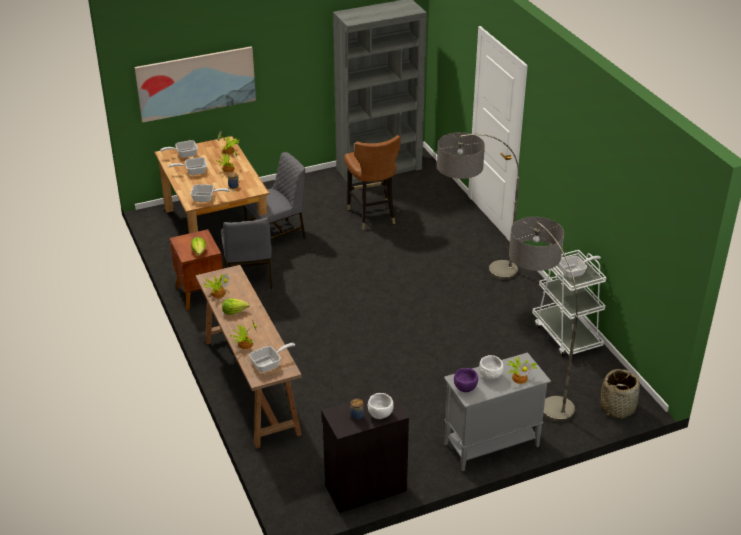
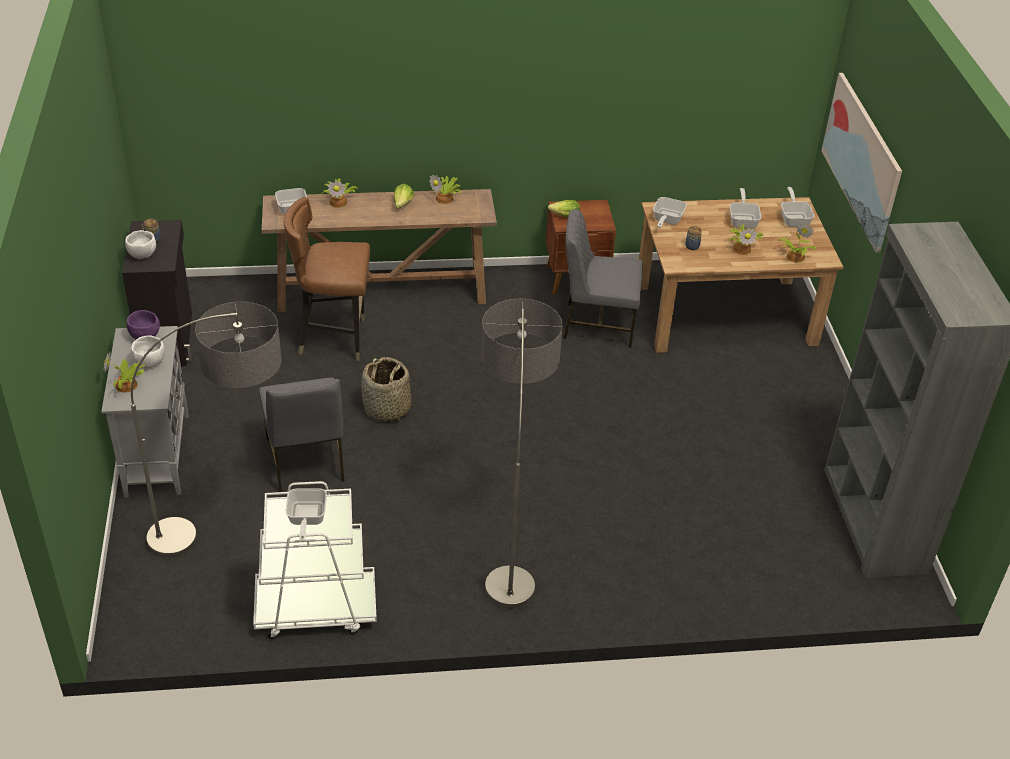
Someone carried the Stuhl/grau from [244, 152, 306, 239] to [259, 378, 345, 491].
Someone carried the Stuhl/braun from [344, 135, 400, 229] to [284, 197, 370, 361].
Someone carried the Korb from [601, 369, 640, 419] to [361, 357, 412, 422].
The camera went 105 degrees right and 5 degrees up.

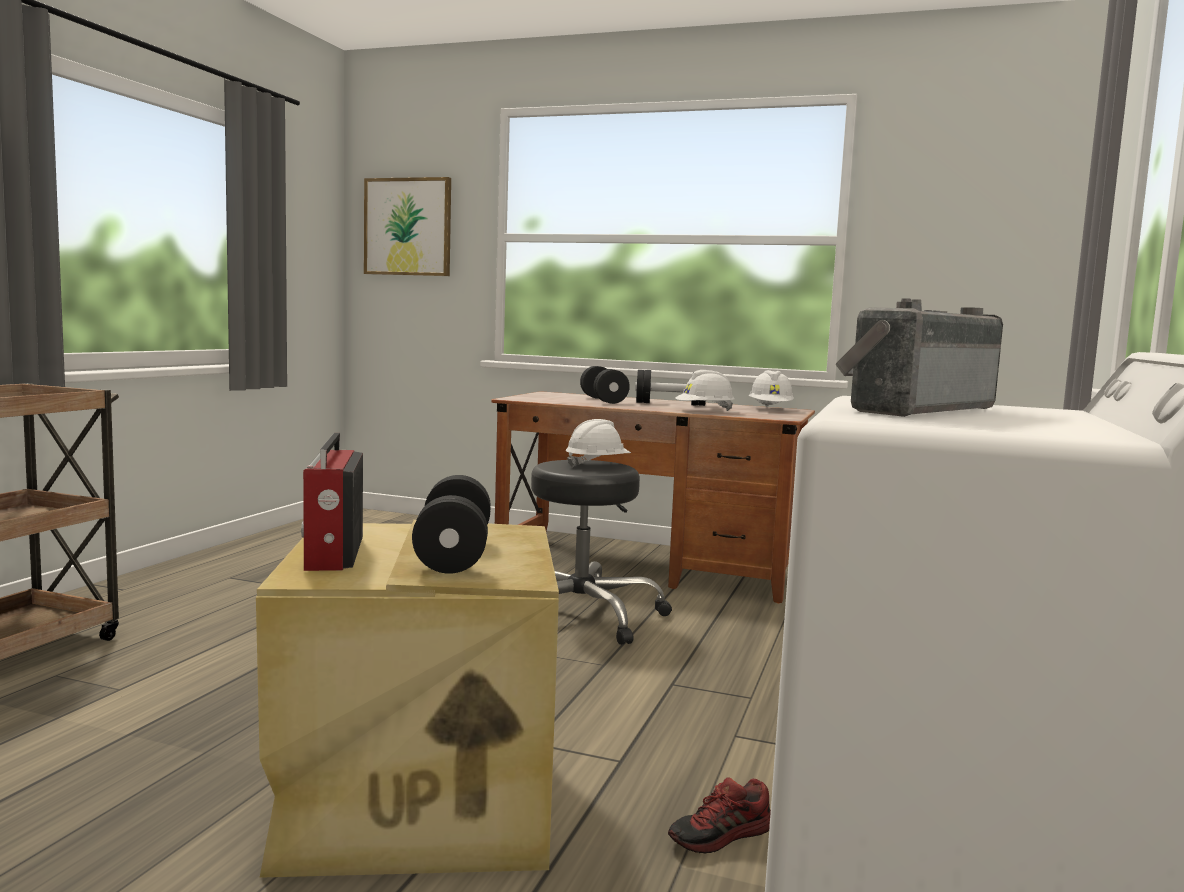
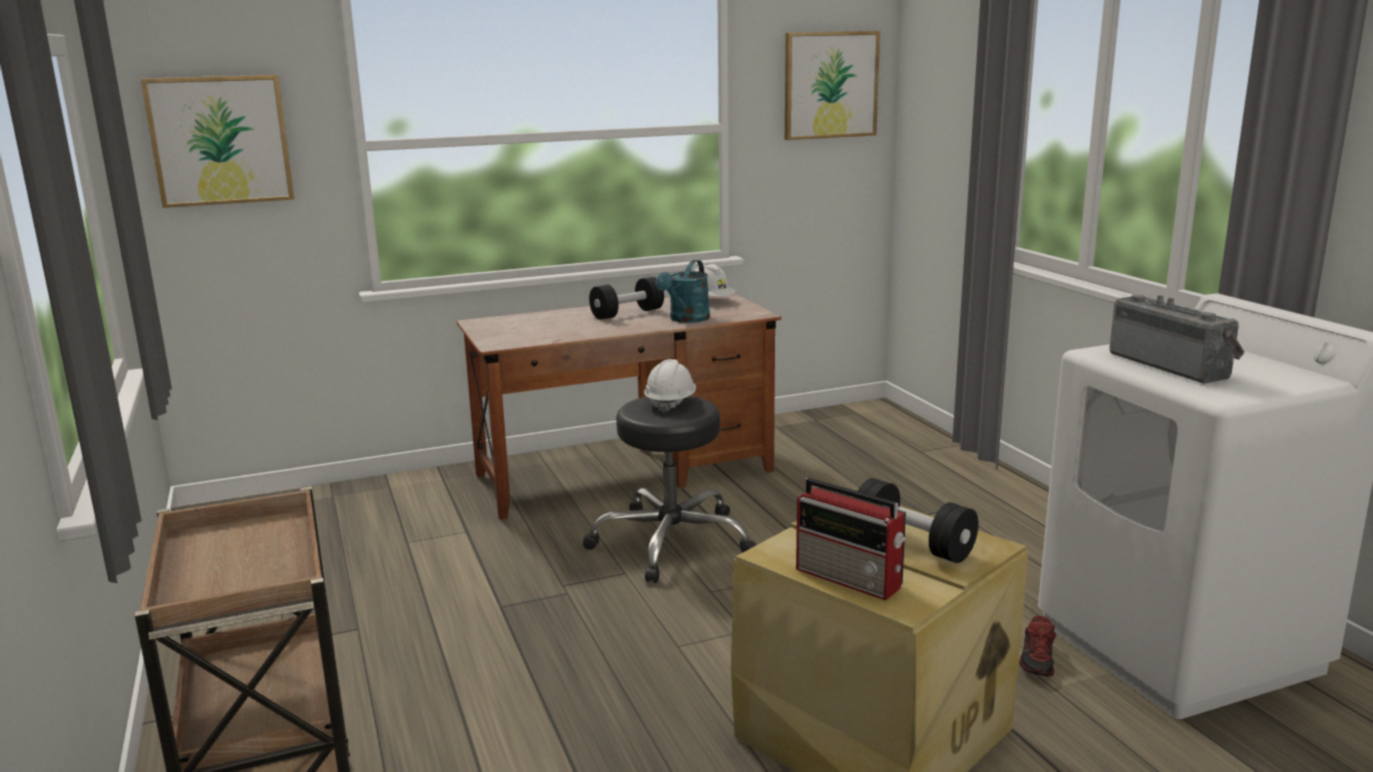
Someone took away the Hantel/schwarz at [580, 366, 630, 404].
Someone swapped the Schutzhelm/weiß at [675, 370, 735, 411] for the Gießkanne/türkis at [655, 260, 710, 323].
Someone rotated the Radio at [836, 298, 1003, 417] by 150 degrees clockwise.
Someone put up the Bild at [785, 31, 880, 140].
The camera went 40 degrees left and 10 degrees up.

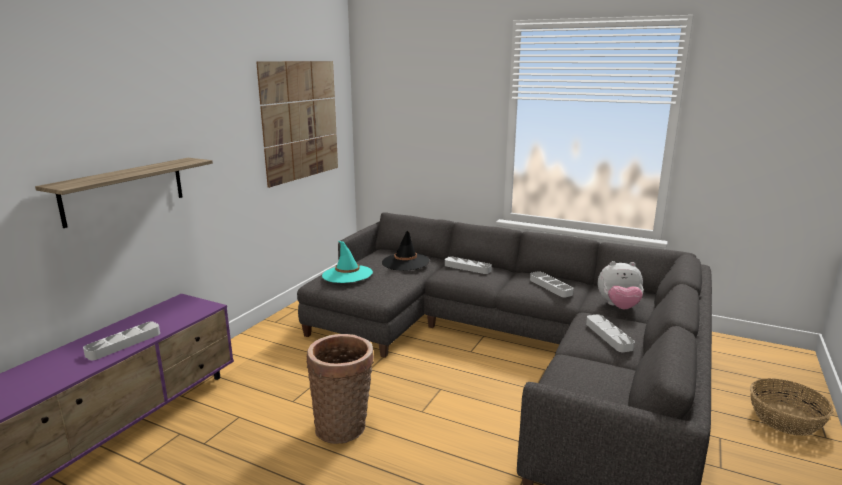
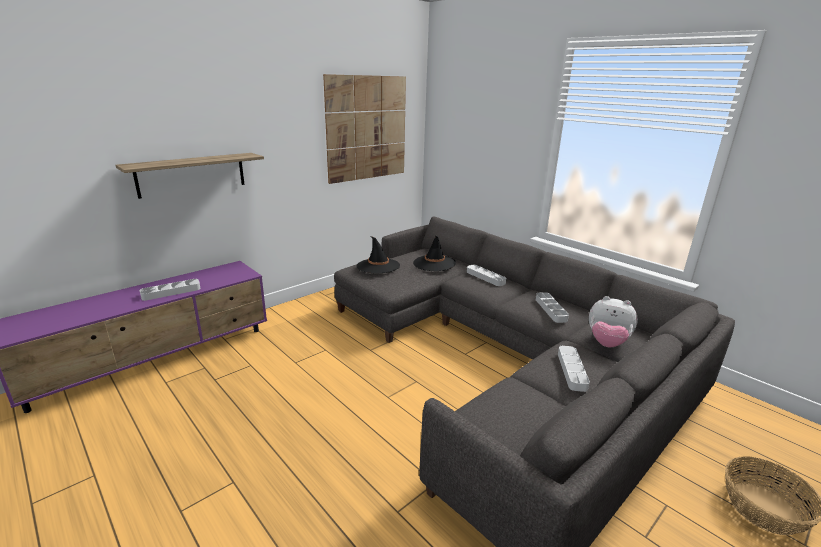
Someone took away the Korb at [307, 334, 374, 444].
Someone repainted the Hut/türkis at [322, 241, 373, 283], which became the Hut/schwarz at [356, 236, 400, 274].
The camera went 20 degrees right and 5 degrees up.

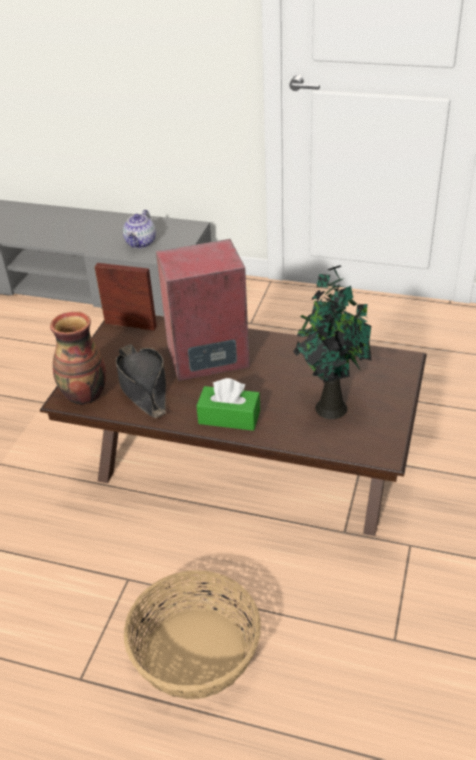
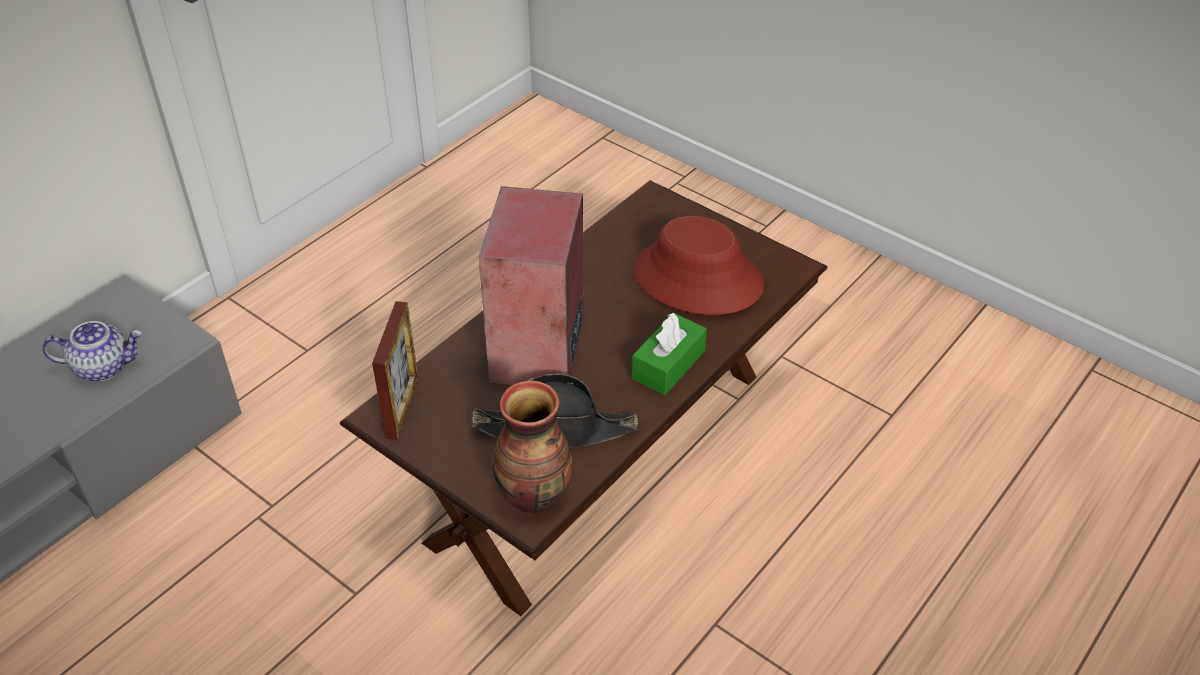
Someone rotated the Bilderrahmen at [95, 263, 157, 330] by 150 degrees clockwise.
Someone rotated the Teekanne at [123, 210, 156, 248] by 45 degrees counterclockwise.
Someone took away the Korb at [124, 570, 261, 700].
Someone swapped the Topfpflanze at [293, 265, 372, 419] for the Hut/rot at [633, 216, 764, 315].
The camera went 70 degrees left and 5 degrees up.

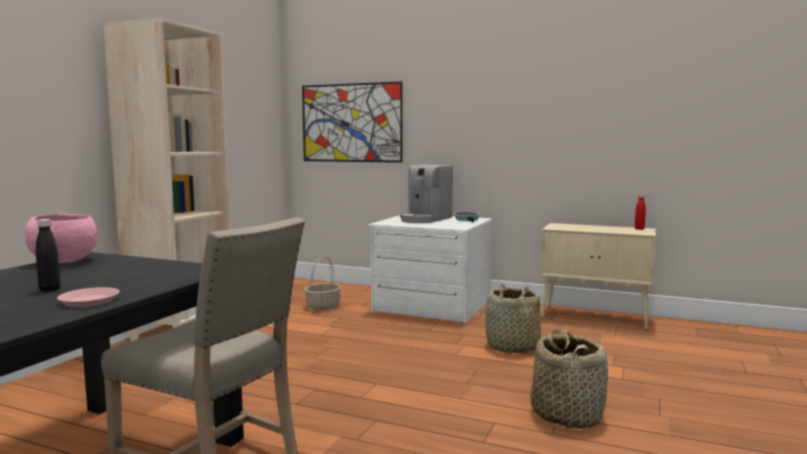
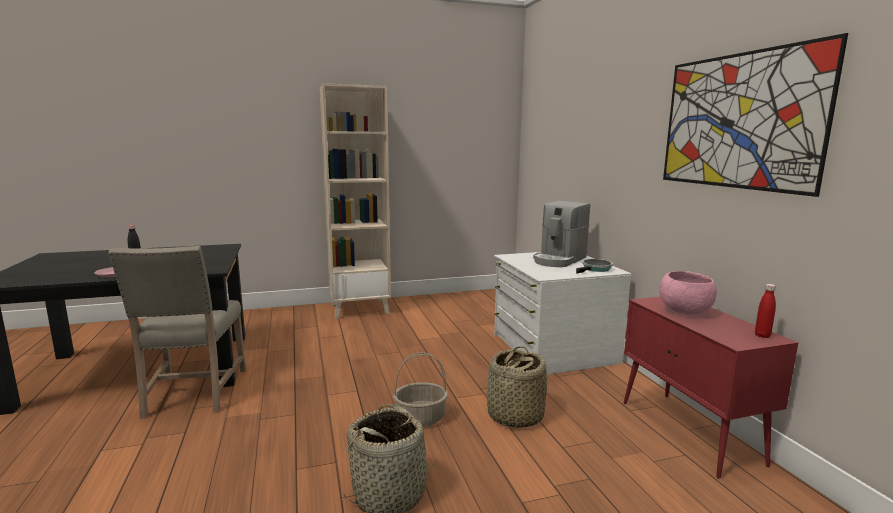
Someone carried the Schüssel/rosa from [25, 214, 97, 263] to [659, 271, 717, 315].
Someone carried the Bild from [302, 81, 403, 163] to [663, 33, 848, 197].
Someone carried the Korb from [305, 256, 341, 310] to [393, 352, 448, 427].
Someone rotated the Kaffeemaschine at [400, 165, 453, 223] by 45 degrees counterclockwise.
Someone repainted the Schrank/beige at [540, 223, 656, 330], which became the Schrank/rot at [624, 297, 798, 479].
The camera went 50 degrees right and 5 degrees up.

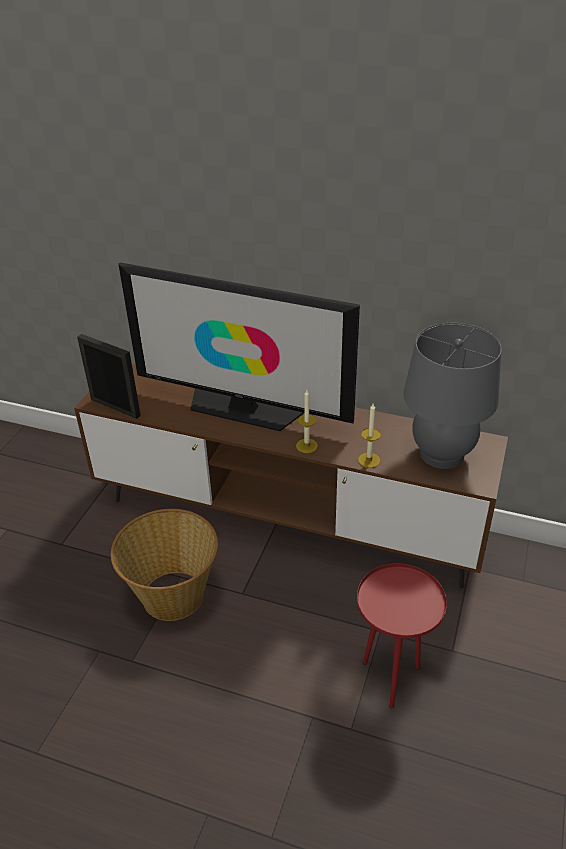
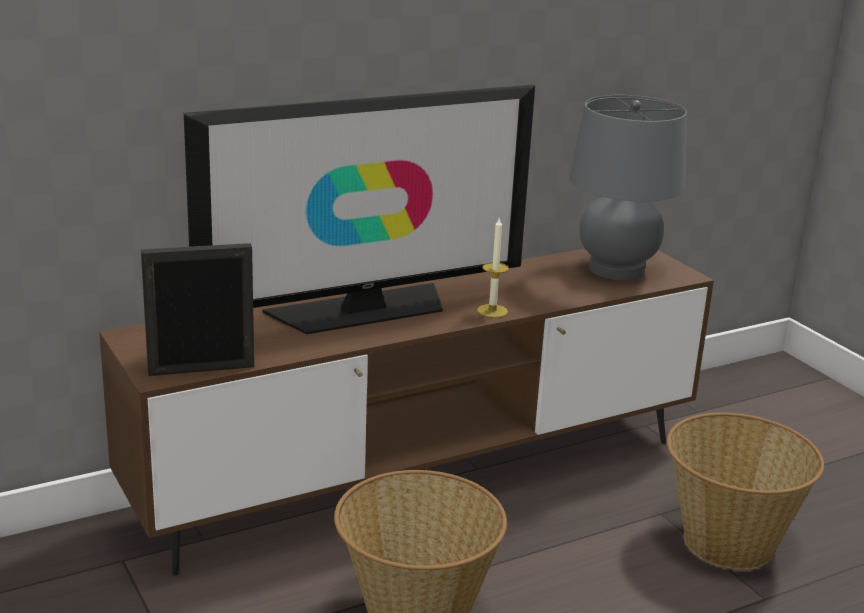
Someone swapped the Beistelltisch/rot at [357, 563, 447, 709] for the Korb at [667, 413, 824, 570].
Someone took away the Kerze at [358, 404, 381, 468].
The camera went 50 degrees left and 15 degrees down.

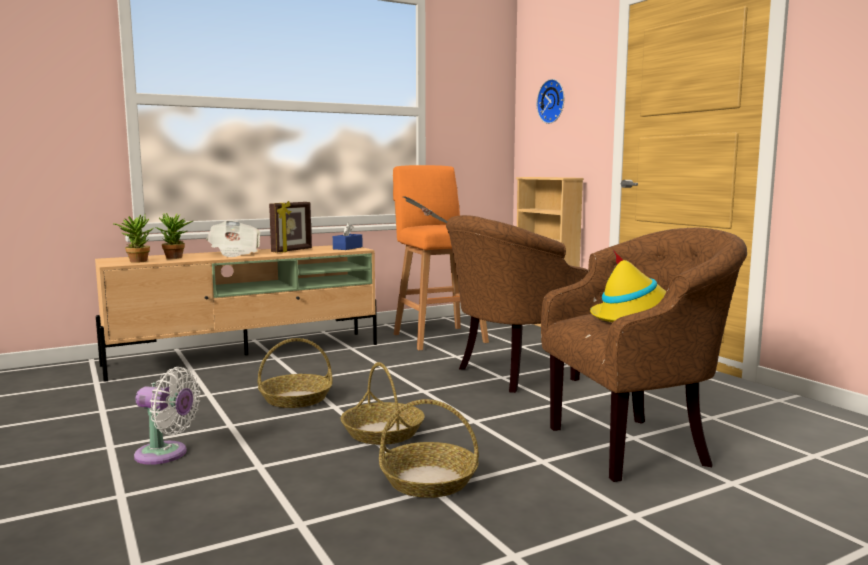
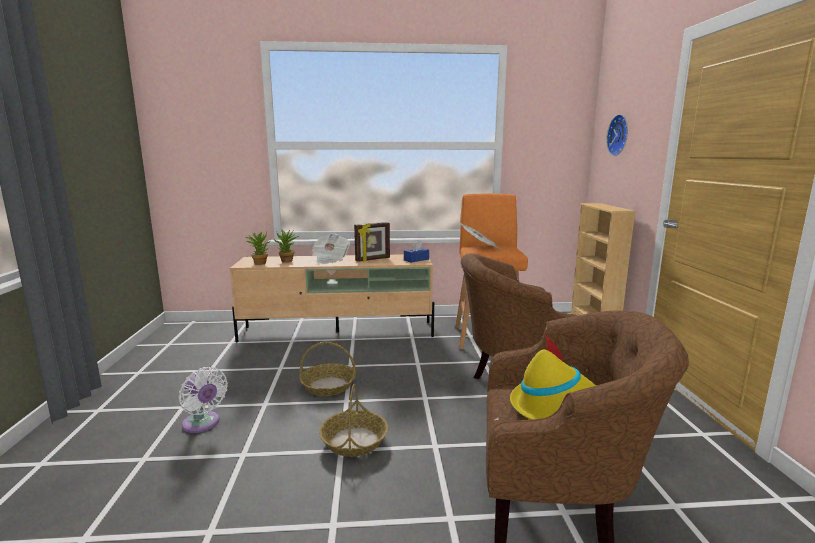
Someone took away the Korb at [379, 399, 479, 498].
The camera went 25 degrees right and 5 degrees up.

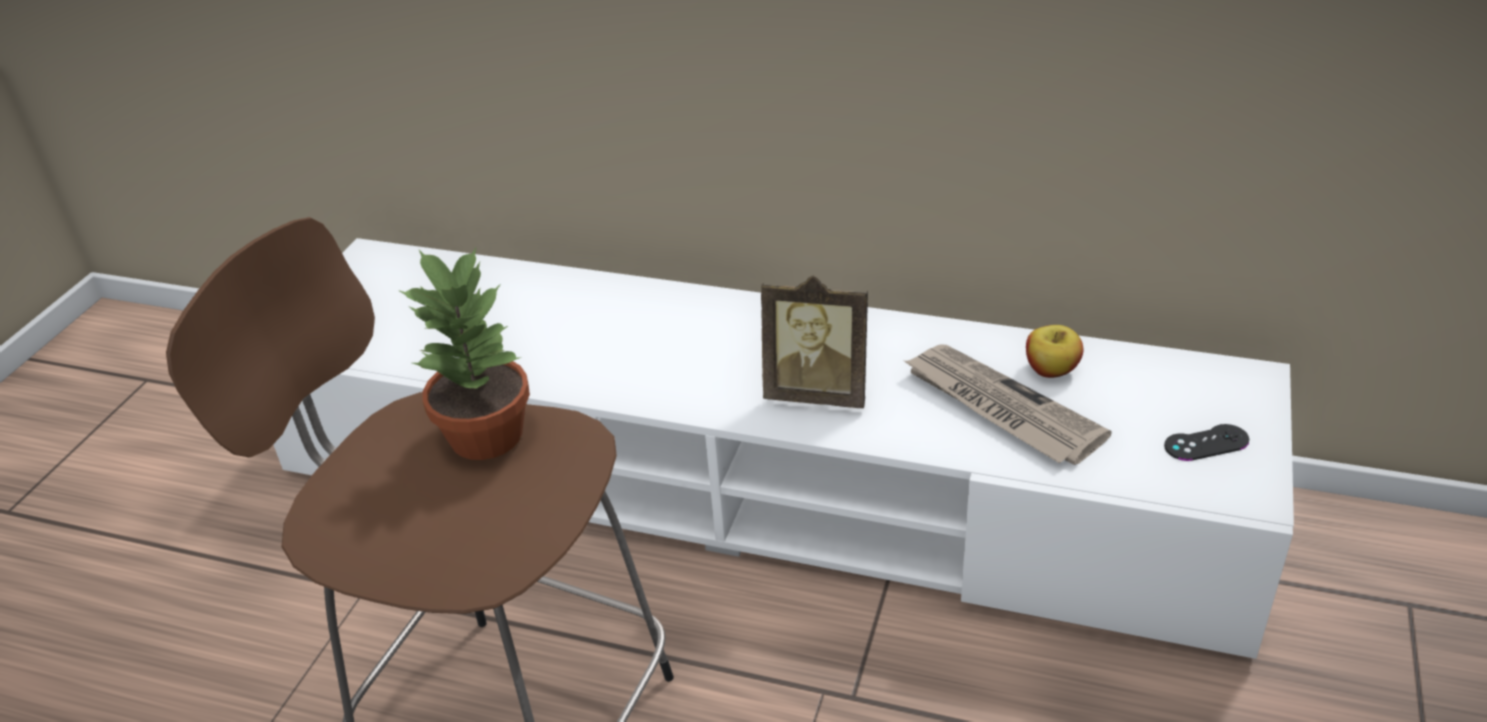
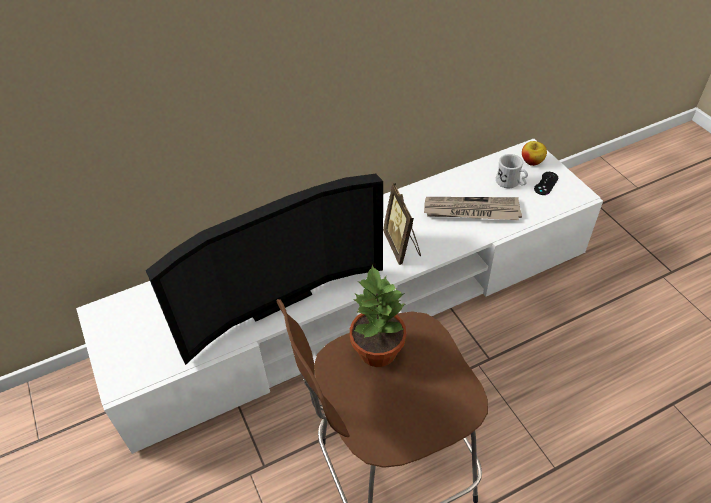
Someone rotated the Bilderrahmen at [761, 275, 868, 408] by 105 degrees clockwise.
Someone carried the Apfel from [1026, 325, 1083, 378] to [522, 141, 547, 166].
Someone put down the Fernseher at [146, 174, 383, 365].
Someone put down the Henkelbecher/weiß at [496, 154, 528, 188].
The camera went 45 degrees left and 10 degrees up.

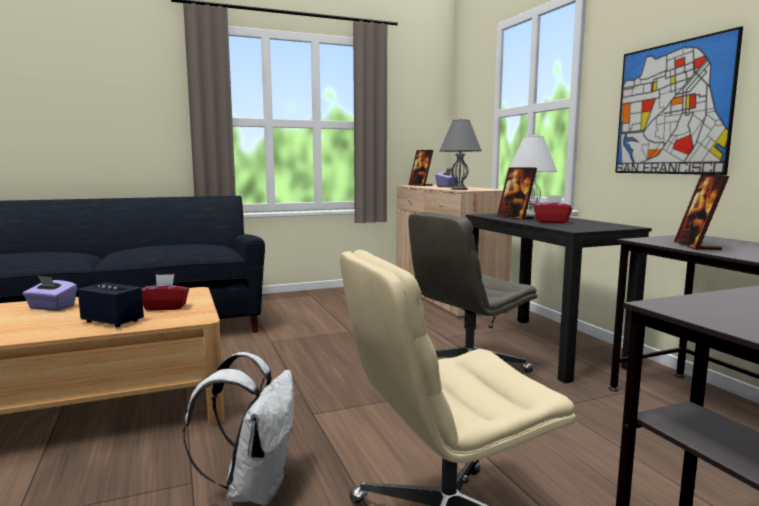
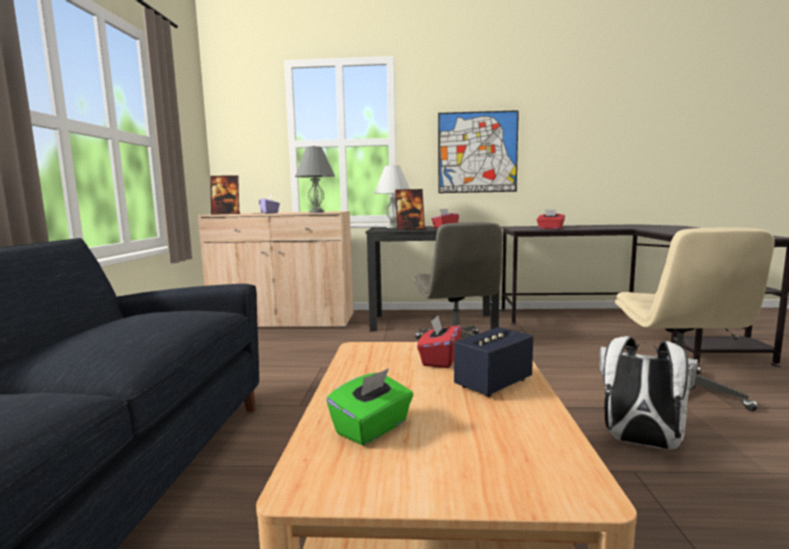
Someone repainted the Taschentuchbox/lila at [23, 276, 77, 311], which became the Taschentuchbox/grün at [326, 368, 413, 446].
Someone swapped the Bilderrahmen at [674, 174, 729, 250] for the Taschentuchbox/rot at [537, 209, 565, 229].
The camera went 65 degrees left and 0 degrees up.

